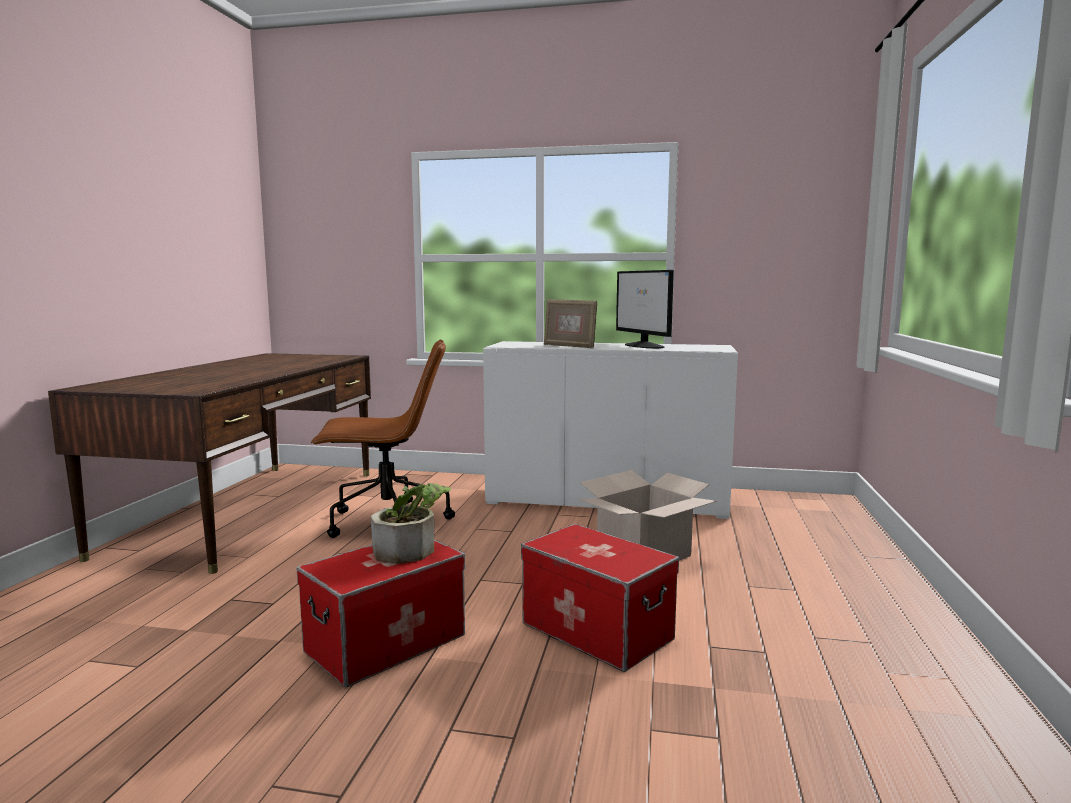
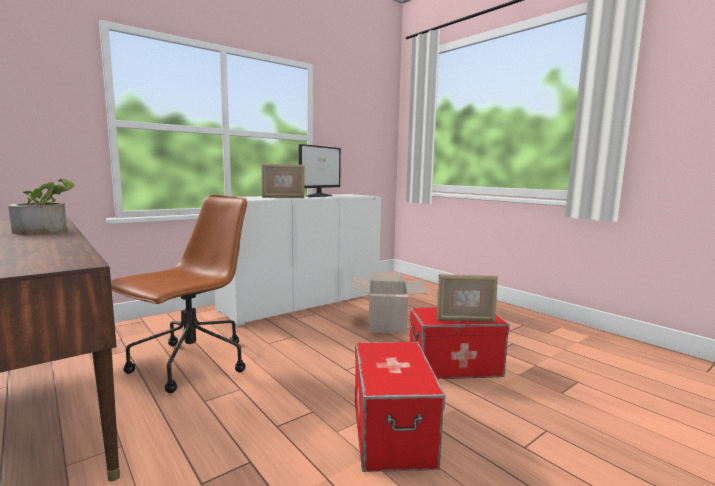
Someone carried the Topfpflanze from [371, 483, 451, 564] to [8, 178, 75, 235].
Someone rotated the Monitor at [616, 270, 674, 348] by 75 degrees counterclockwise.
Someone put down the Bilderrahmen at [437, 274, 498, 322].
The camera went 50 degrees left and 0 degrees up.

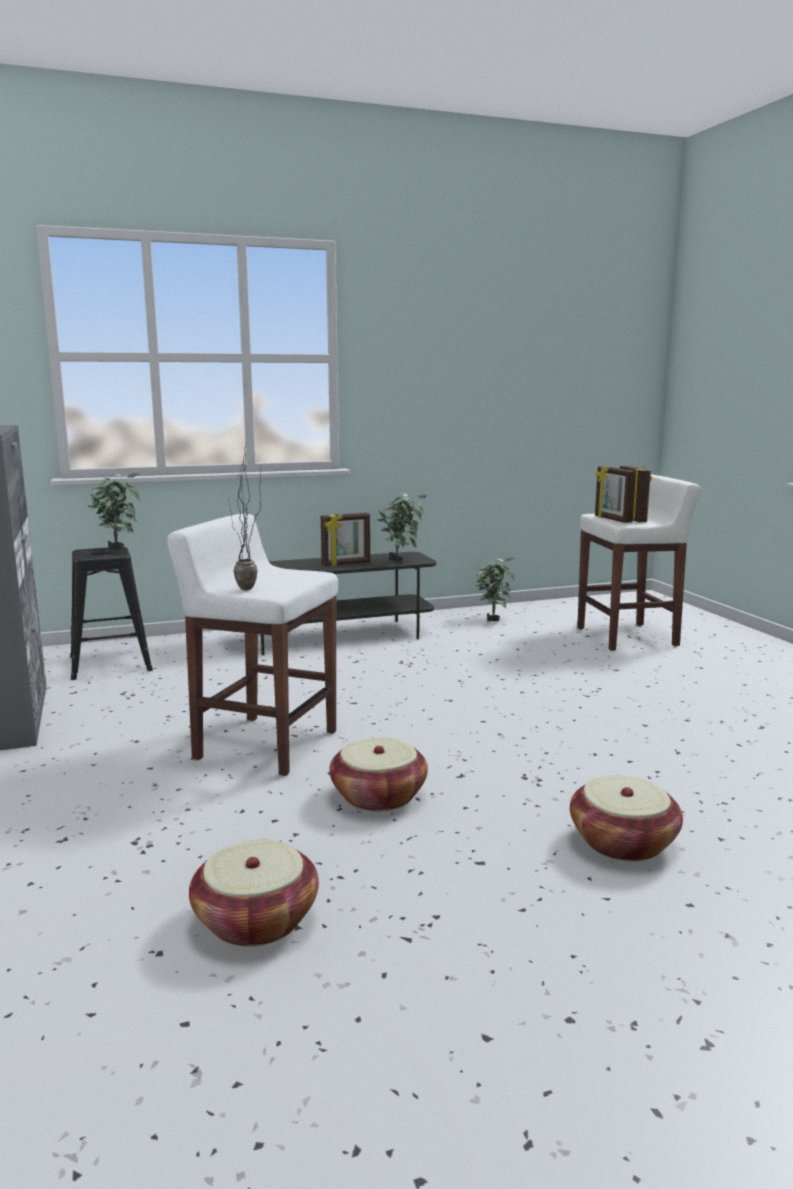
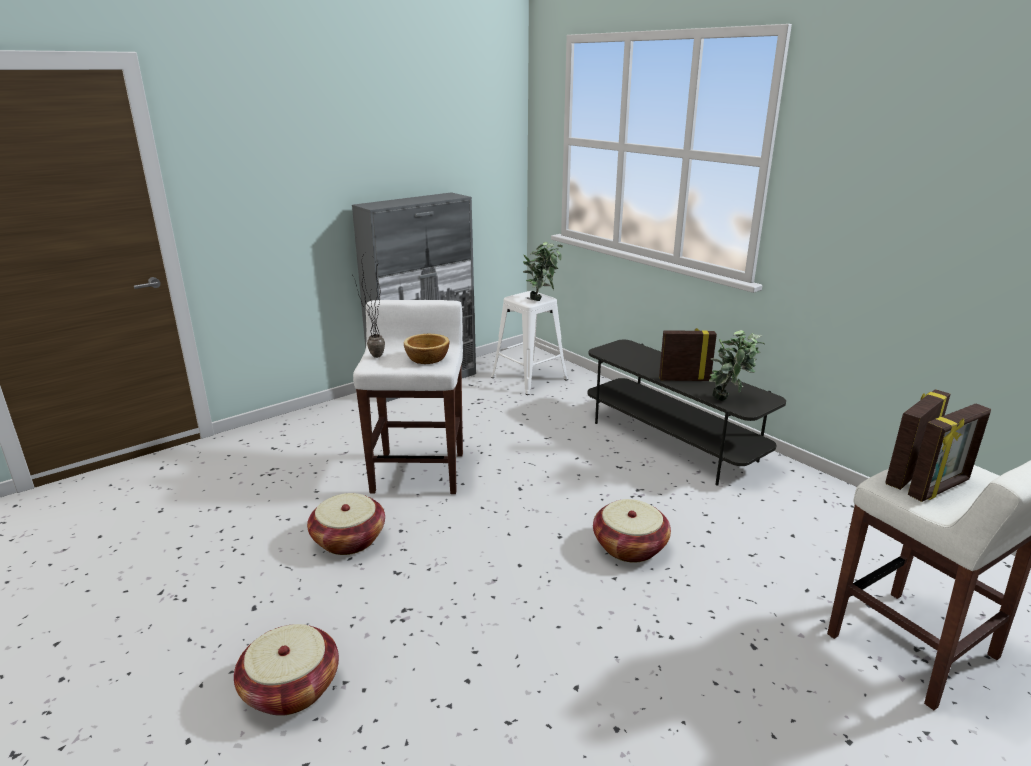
Someone repainted the Hocker/schwarz at [70, 547, 153, 680], which became the Hocker/weiß at [491, 291, 568, 395].
Someone carried the Korb from [189, 840, 319, 947] to [593, 499, 671, 563].
Someone rotated the Bilderrahmen at [321, 513, 370, 566] by 135 degrees clockwise.
Someone took away the Topfpflanze at [474, 558, 515, 621].
Someone put down the Schüssel at [404, 334, 449, 364].
The camera went 70 degrees right and 10 degrees up.

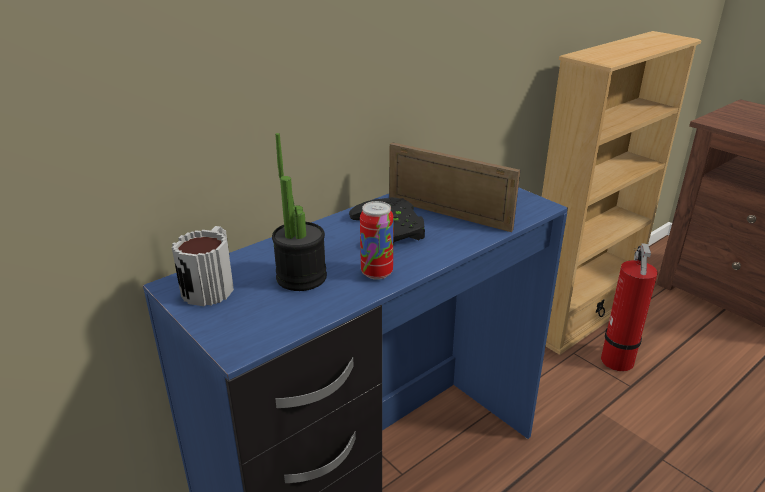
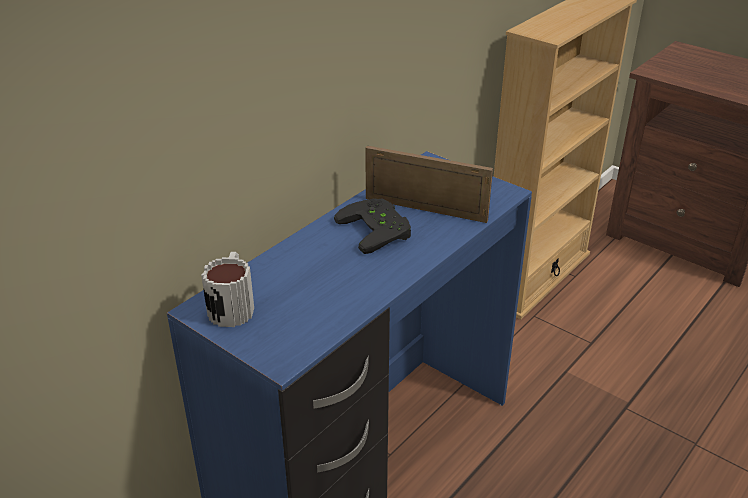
Someone took away the Topfpflanze at [272, 133, 327, 291].
Someone took away the Dose at [360, 201, 394, 280].
Someone took away the Feuerlöscher at [601, 243, 658, 371].
The camera went 10 degrees left and 5 degrees up.

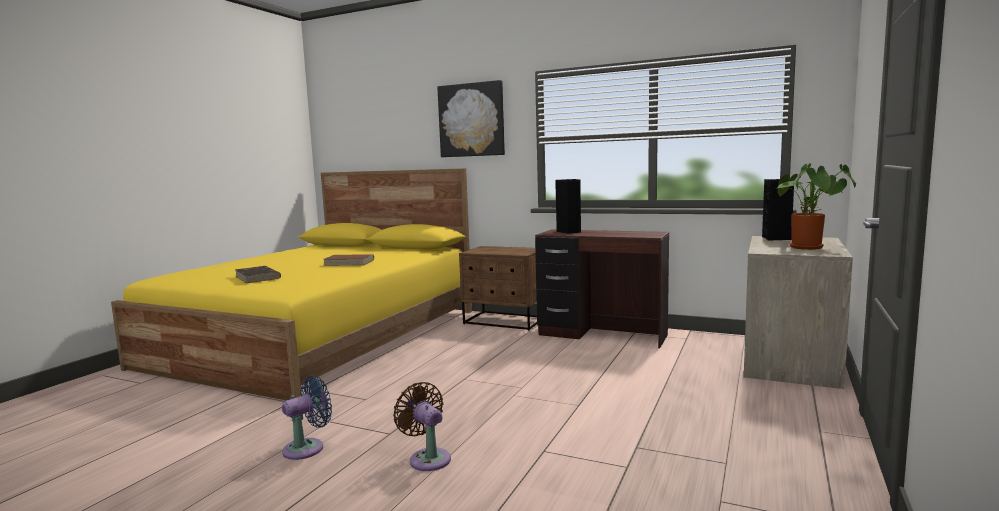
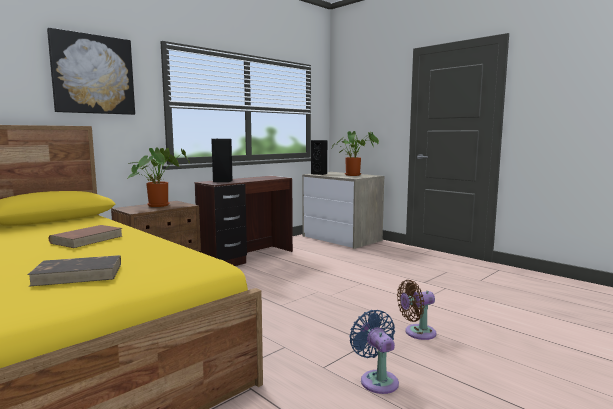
Someone put down the Topfpflanze at [127, 147, 190, 207].
The camera went 70 degrees left and 0 degrees up.

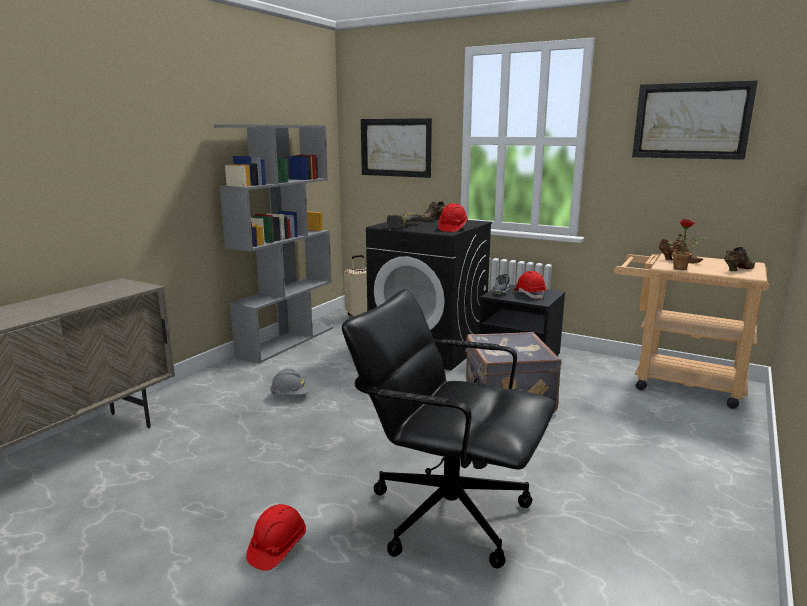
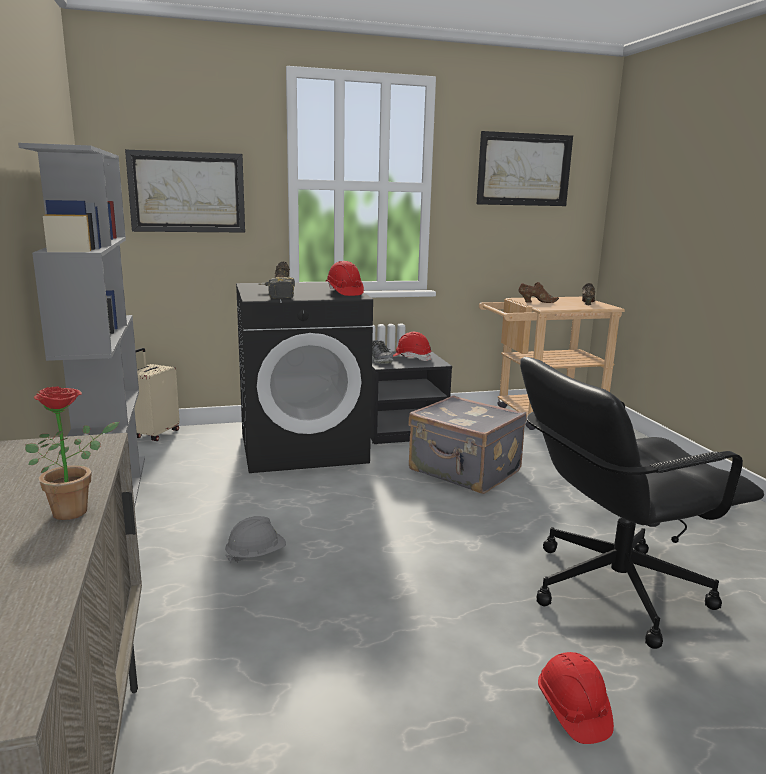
Someone carried the Topfpflanze from [668, 219, 707, 270] to [25, 387, 119, 520].
The camera went 45 degrees left and 0 degrees up.

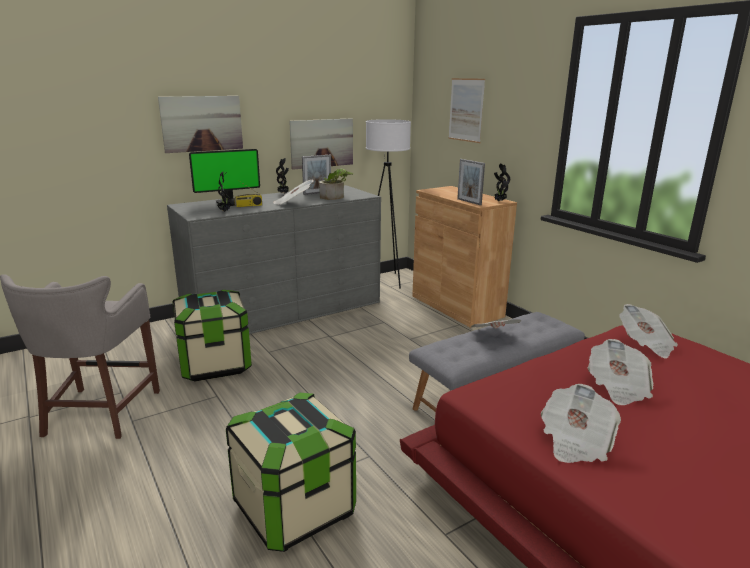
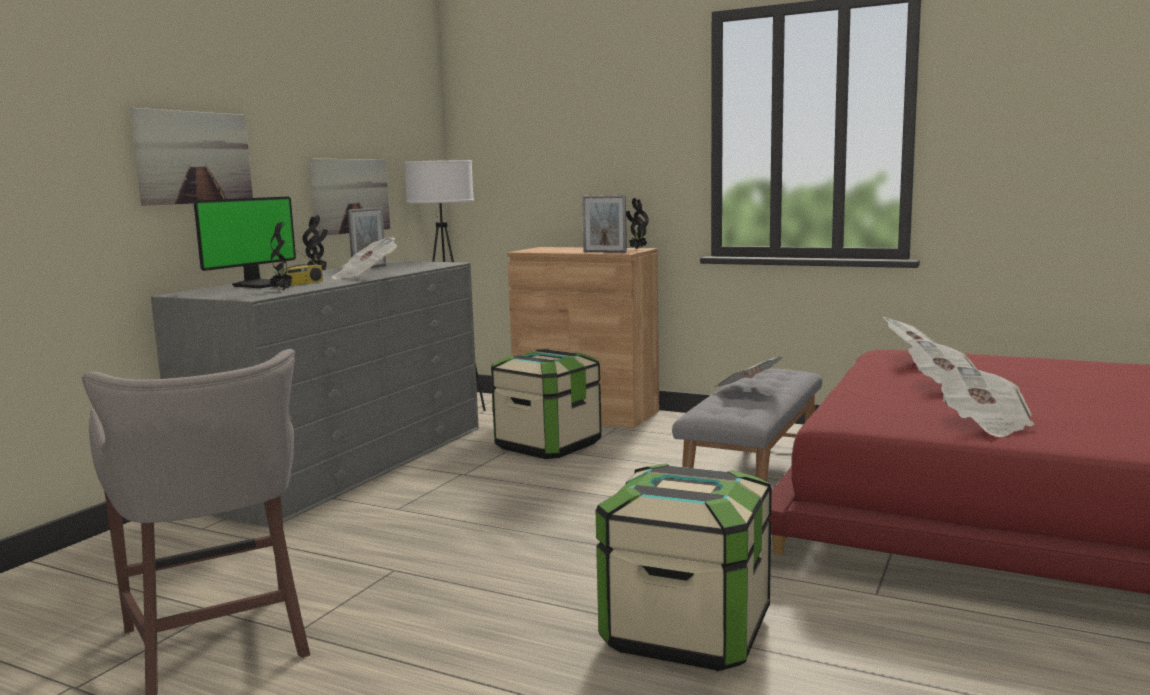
Someone carried the Aufbewahrungsbox from [173, 290, 252, 382] to [491, 349, 602, 459].
Someone took away the Topfpflanze at [319, 168, 354, 200].
Someone took away the Bild at [448, 78, 485, 143].
The camera went 30 degrees left and 10 degrees down.

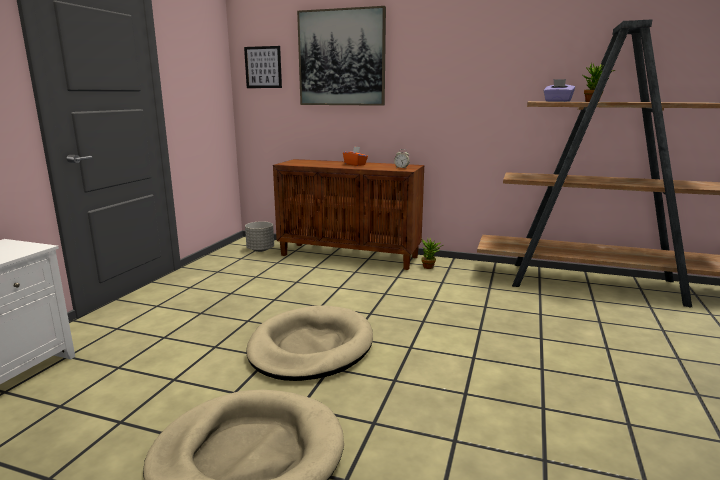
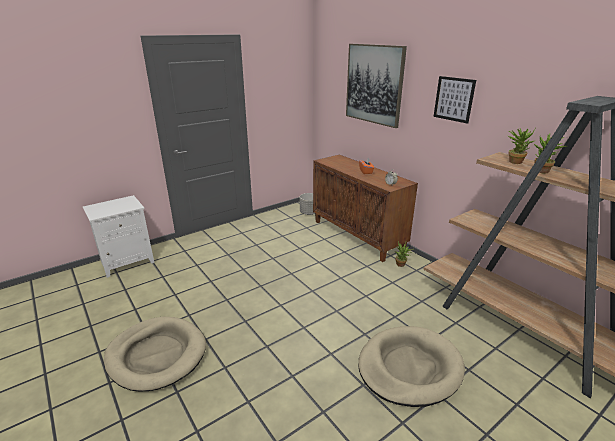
Someone carried the Bild from [244, 46, 282, 88] to [433, 76, 476, 124].
Someone carried the Hundebett/beige from [246, 305, 373, 381] to [358, 326, 465, 407].
Someone swapped the Taschentuchbox/lila at [544, 79, 575, 102] for the Topfpflanze at [508, 129, 535, 164].
The camera went 35 degrees right and 10 degrees up.

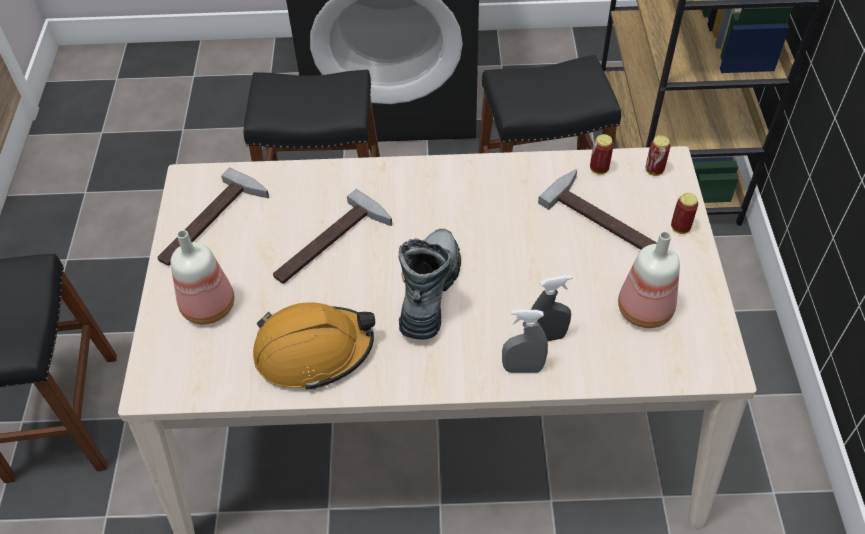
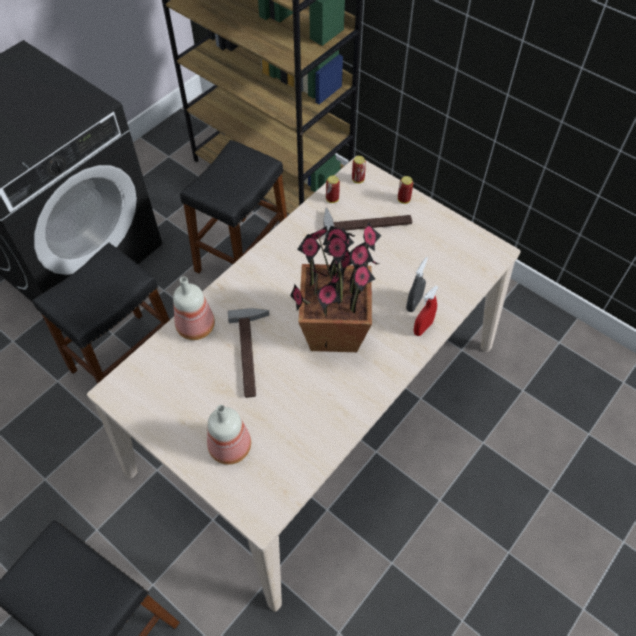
Someone took away the Hammer at [157, 167, 269, 266].
Someone took away the Schutzhelm/orange at [253, 302, 375, 390].
Someone swapped the Stiefel at [399, 229, 461, 340] for the Topfpflanze at [290, 221, 381, 352].
Someone repainted the Sprühflasche/grau at [502, 310, 548, 373], which became the Sprühflasche/rot at [414, 286, 439, 336].
Someone carried the Flasche from [618, 231, 680, 328] to [173, 277, 215, 340].
The camera went 50 degrees left and 5 degrees up.

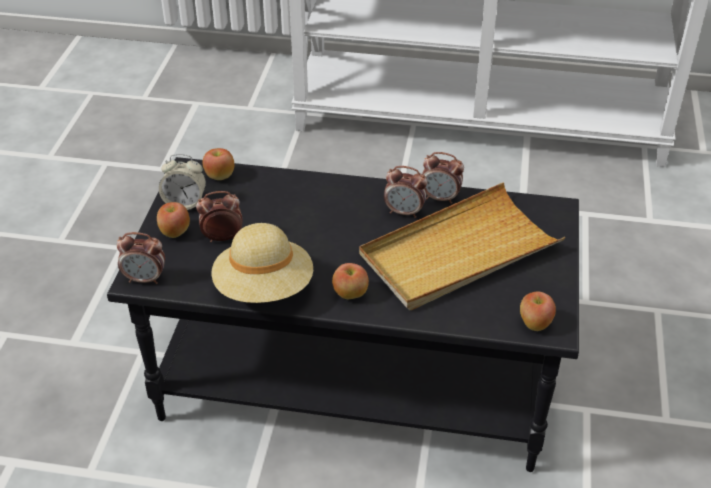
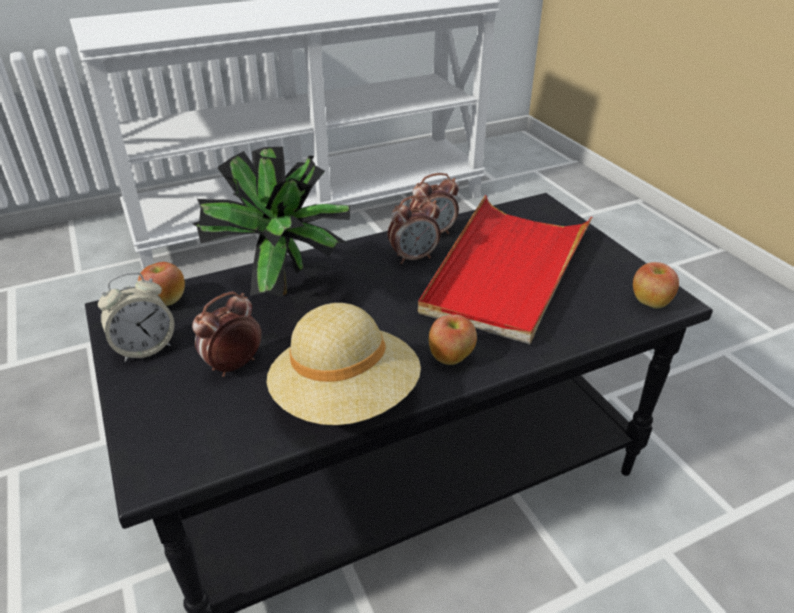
Someone took away the Wecker at [117, 232, 165, 284].
Someone took away the Apfel at [157, 202, 190, 238].
Someone repainted the Tablett/beige at [359, 182, 566, 310], which became the Tablett/rot at [418, 195, 593, 344].
Someone put down the Topfpflanze at [192, 147, 353, 297].
The camera went 35 degrees left and 5 degrees down.

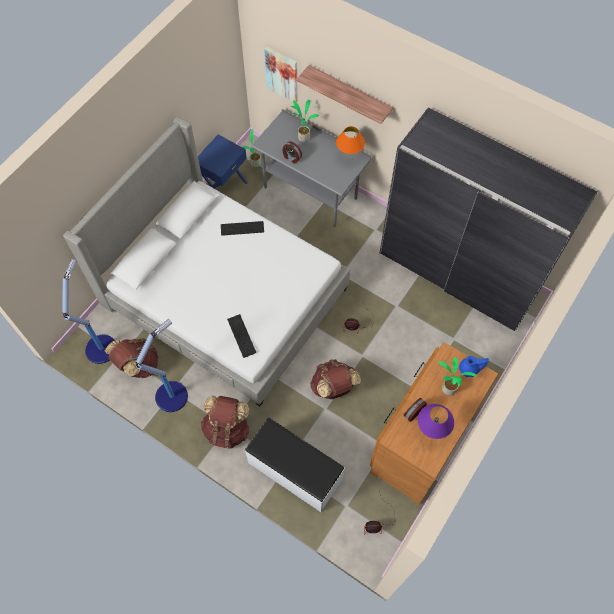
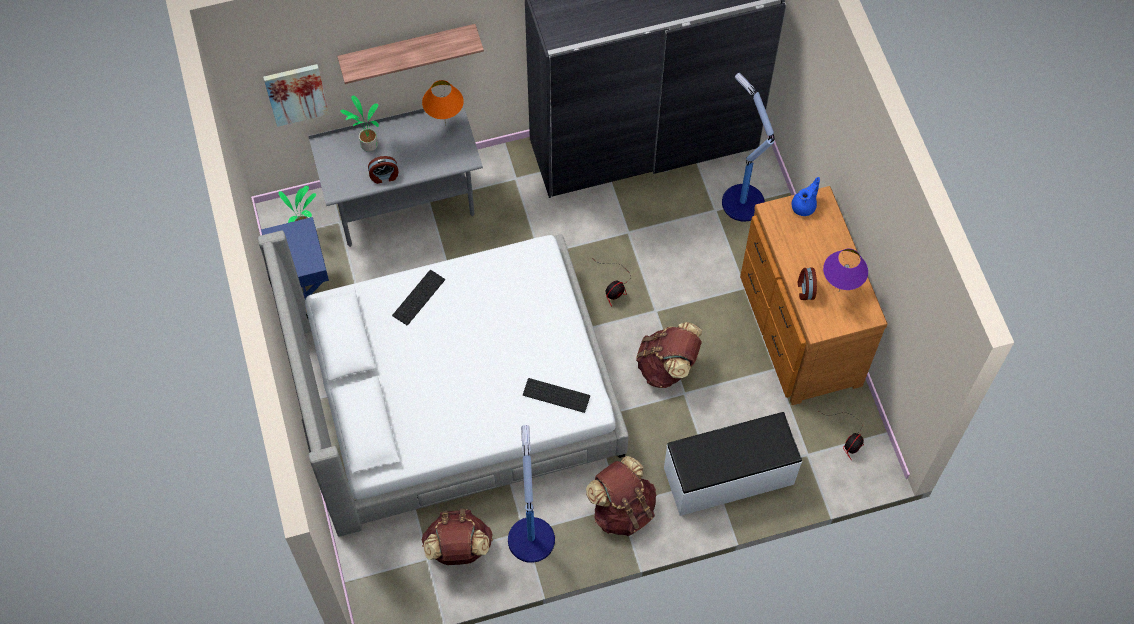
Someone carried the Stehlampe from [63, 259, 115, 364] to [722, 73, 775, 221].
Someone took away the Topfpflanze at [439, 357, 477, 396].
The camera went 50 degrees left and 0 degrees up.

